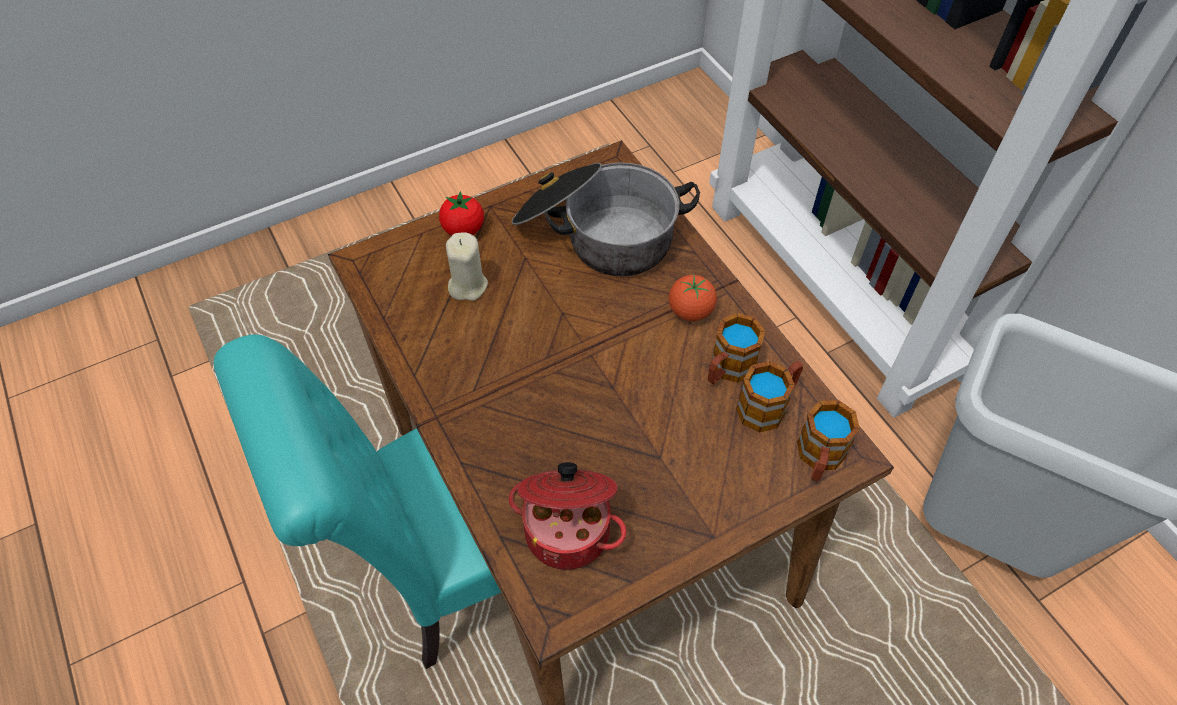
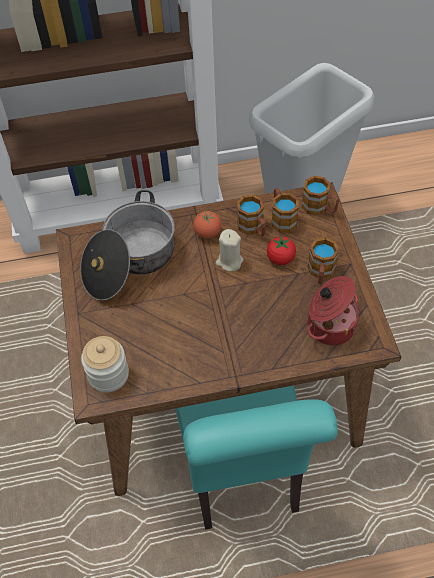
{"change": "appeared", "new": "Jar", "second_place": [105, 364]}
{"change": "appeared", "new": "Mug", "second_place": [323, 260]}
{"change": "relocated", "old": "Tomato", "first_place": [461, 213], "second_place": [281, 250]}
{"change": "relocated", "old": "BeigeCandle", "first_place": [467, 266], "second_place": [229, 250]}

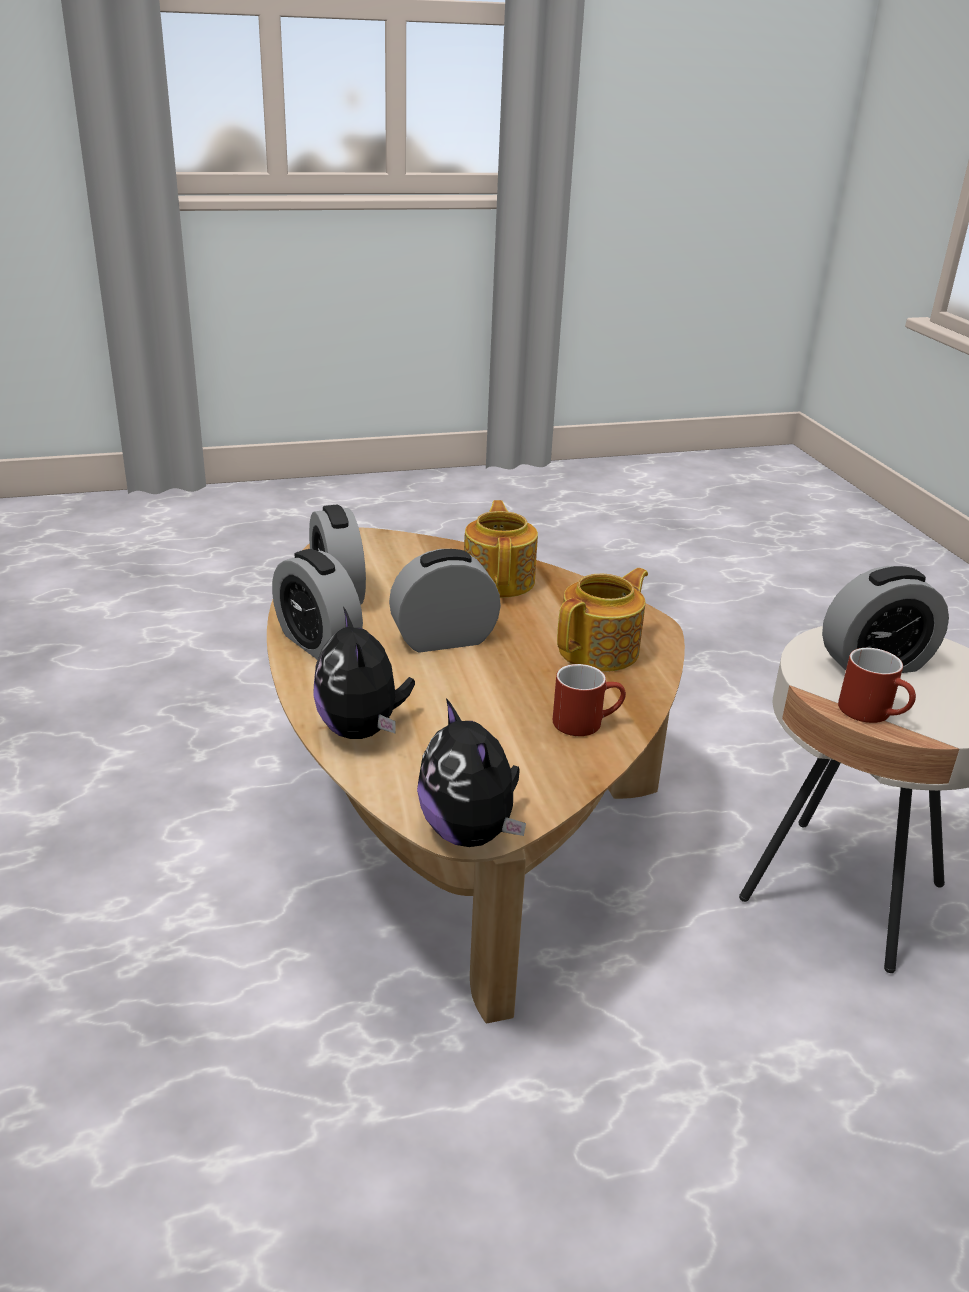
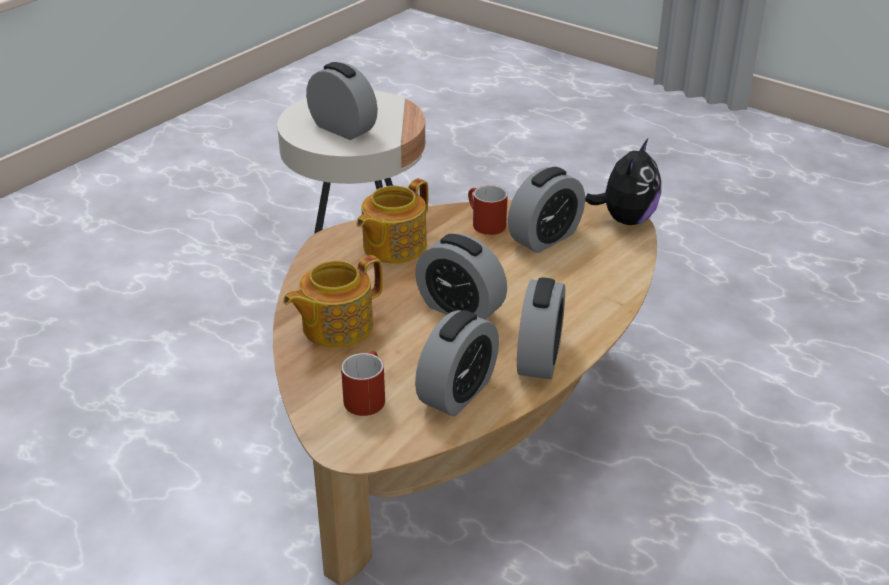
{"change": "missing", "old": "PlushToy", "first_place": [364, 673]}
{"change": "appeared", "new": "AlarmClock", "second_place": [546, 210]}
{"change": "relocated", "old": "RedMug", "first_place": [877, 685], "second_place": [363, 383]}
{"change": "spun", "old": "Teapot", "first_place": [602, 620], "second_place": [392, 221], "degrees": -60}

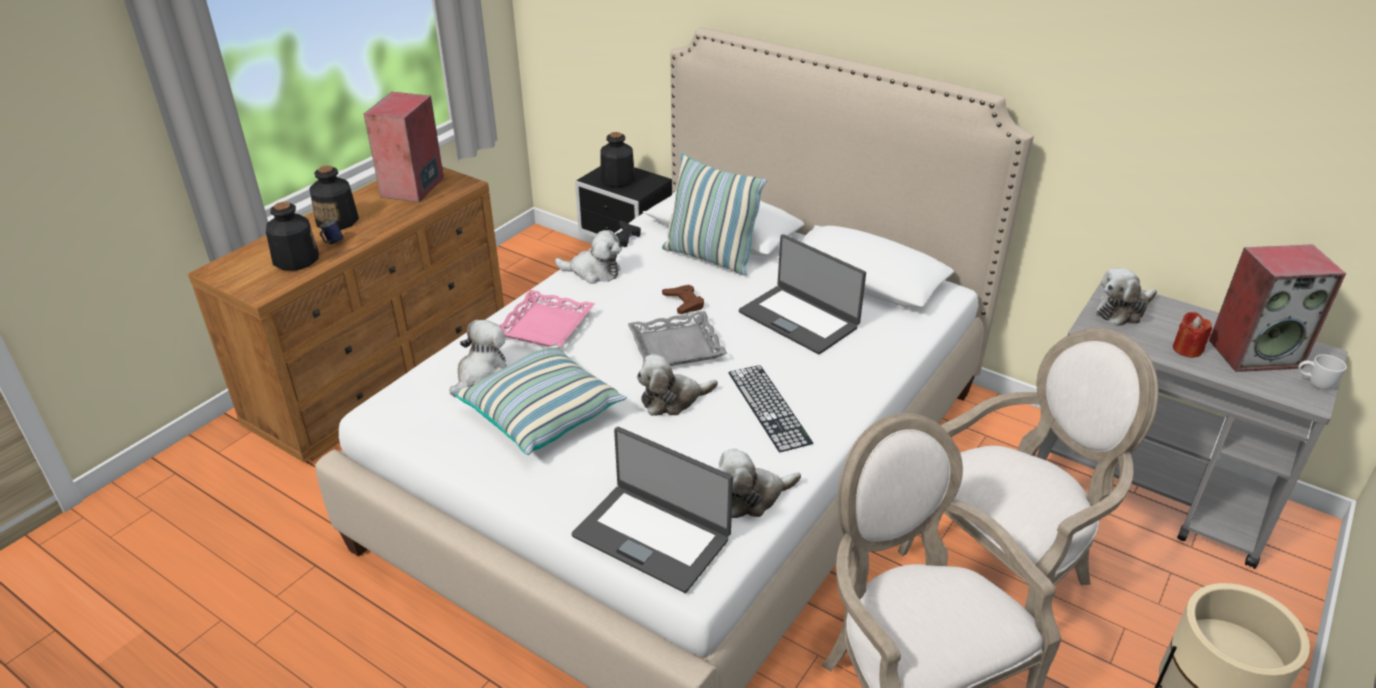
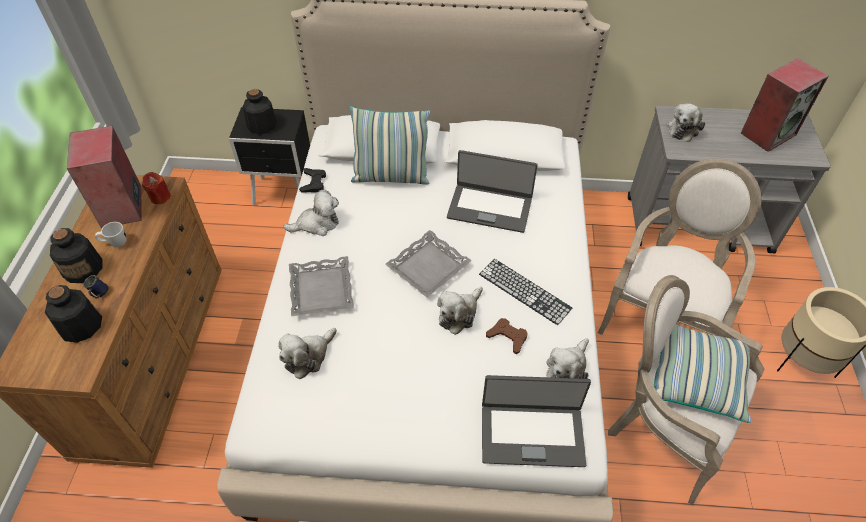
{"change": "relocated", "old": "Pillow", "first_place": [540, 399], "second_place": [703, 374]}
{"change": "relocated", "old": "BrownGameController", "first_place": [683, 299], "second_place": [507, 336]}
{"change": "relocated", "old": "RedCandle", "first_place": [1192, 335], "second_place": [156, 188]}
{"change": "relocated", "old": "WhiteMug", "first_place": [1322, 372], "second_place": [111, 234]}
{"change": "colour", "old": "PinkTray", "new": "GreyTray", "first_place": [547, 319], "second_place": [321, 286]}
{"change": "spun", "old": "PlushToy", "first_place": [478, 358], "second_place": [307, 353], "degrees": -135}

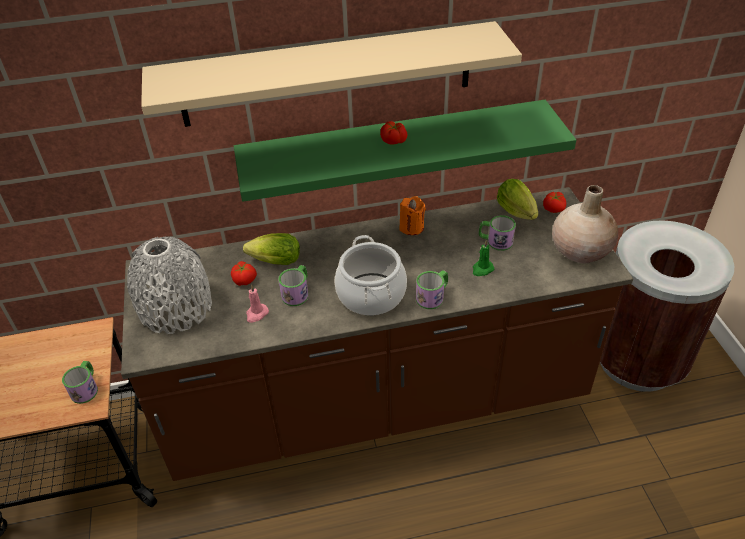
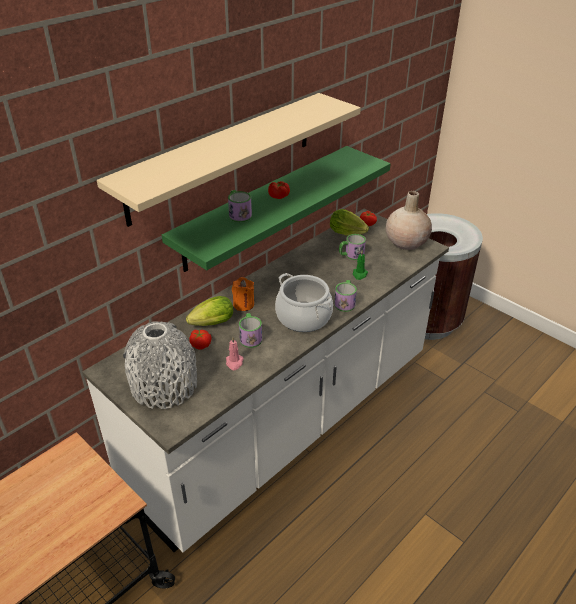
{"change": "relocated", "old": "Mug", "first_place": [80, 382], "second_place": [240, 206]}
{"change": "relocated", "old": "OrangeCandle", "first_place": [412, 215], "second_place": [243, 294]}
{"change": "colour", "old": "BrownCounter", "new": "WhiteCounter", "first_place": [377, 334], "second_place": [265, 380]}

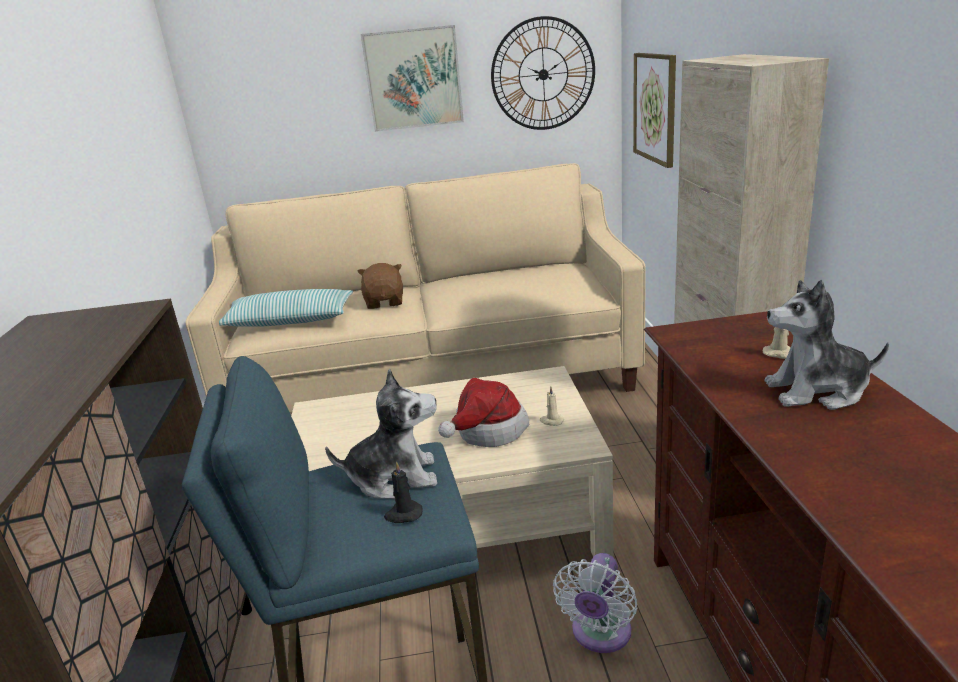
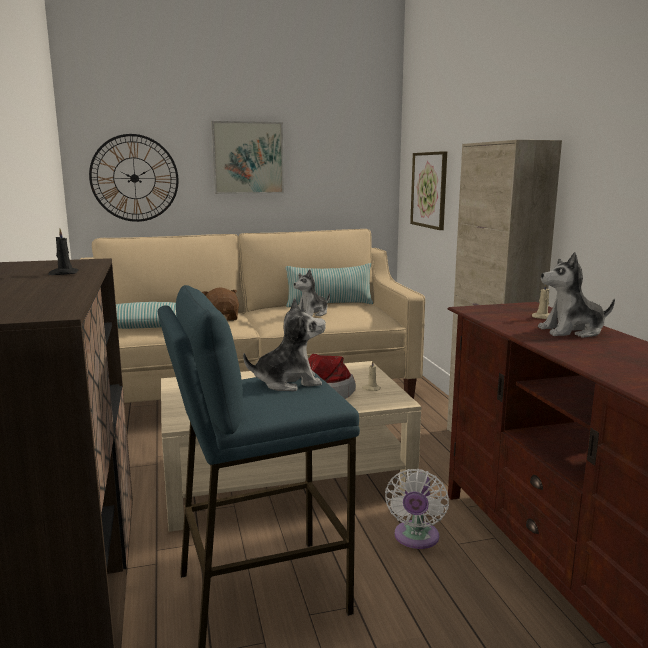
{"change": "appeared", "new": "Pillow", "second_place": [329, 285]}
{"change": "appeared", "new": "PlushToy", "second_place": [312, 292]}
{"change": "relocated", "old": "BlackCandle", "first_place": [403, 492], "second_place": [63, 252]}
{"change": "relocated", "old": "WallClock", "first_place": [543, 73], "second_place": [133, 178]}

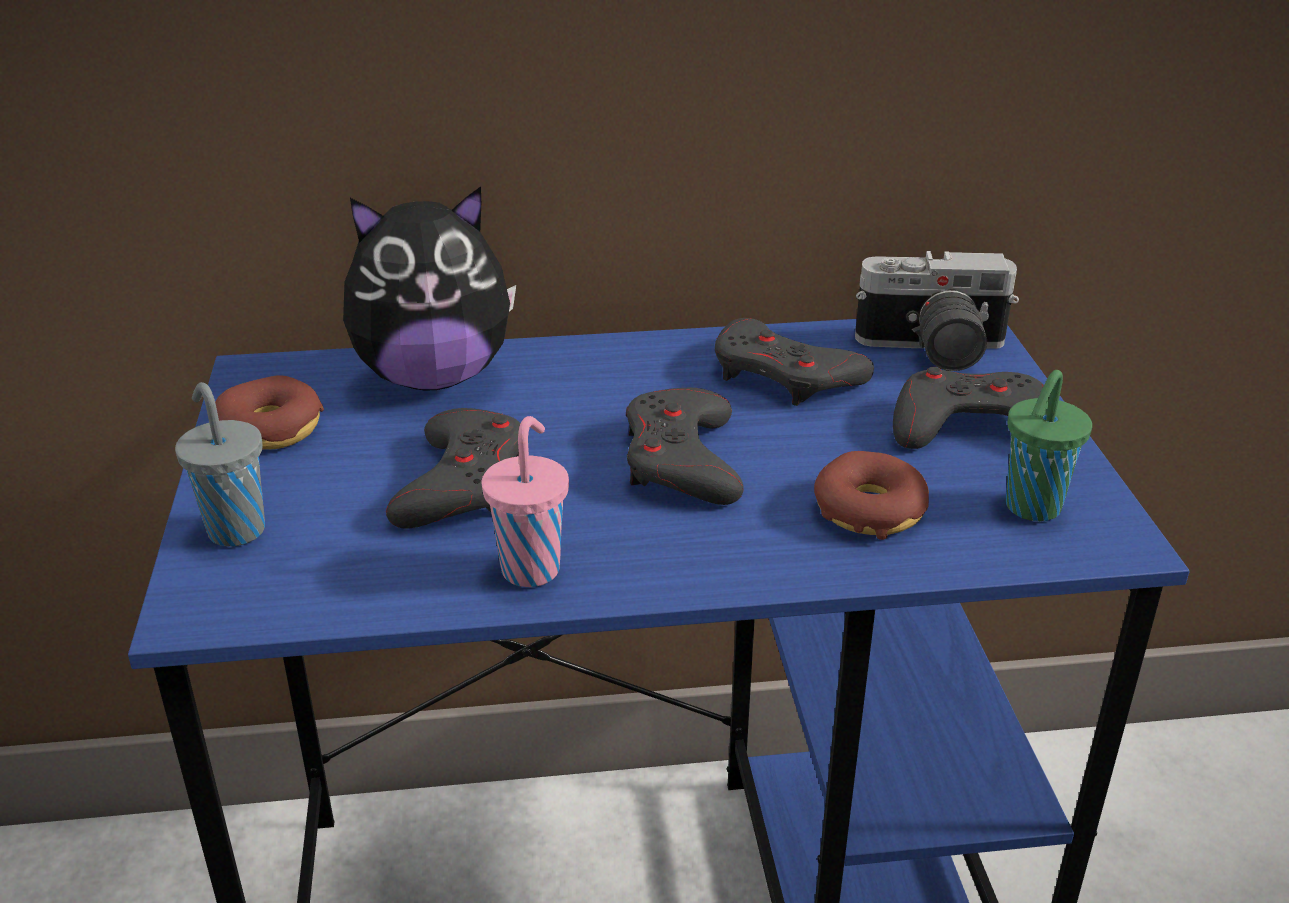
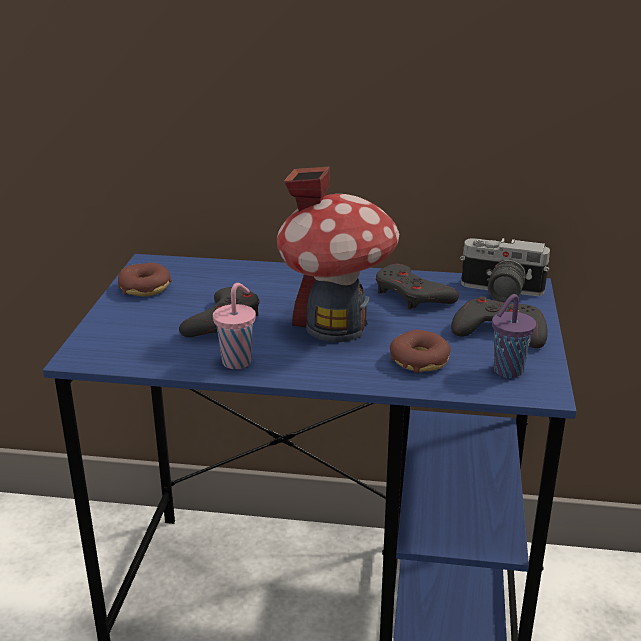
{"change": "missing", "old": "GreyCup", "first_place": [220, 464]}
{"change": "missing", "old": "PlushToy", "first_place": [429, 288]}
{"change": "exchanged", "old": "GreyGameController", "new": "ToyHouse", "first_place": [685, 446], "second_place": [338, 254]}
{"change": "colour", "old": "GreenCup", "new": "PurpleCup", "first_place": [1049, 445], "second_place": [514, 336]}

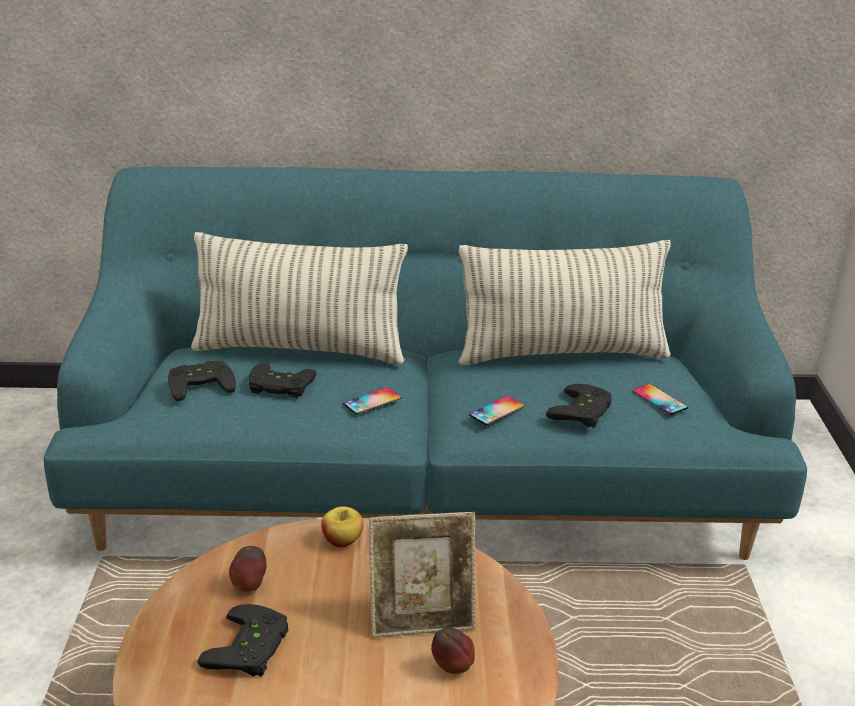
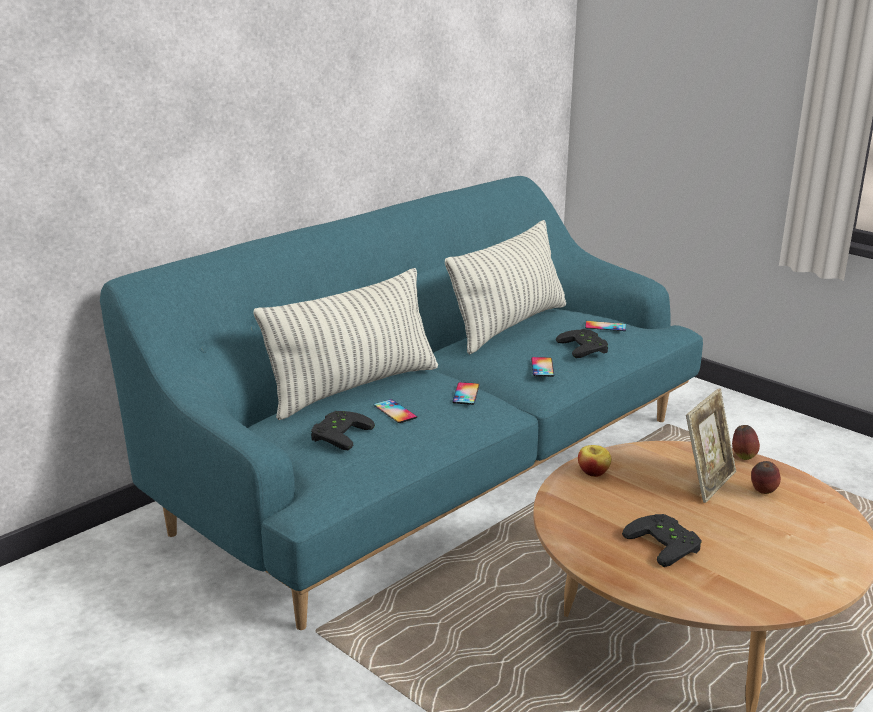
{"change": "relocated", "old": "Apple", "first_place": [248, 569], "second_place": [746, 442]}
{"change": "exchanged", "old": "BlackGameController", "new": "Phone", "first_place": [283, 381], "second_place": [395, 411]}

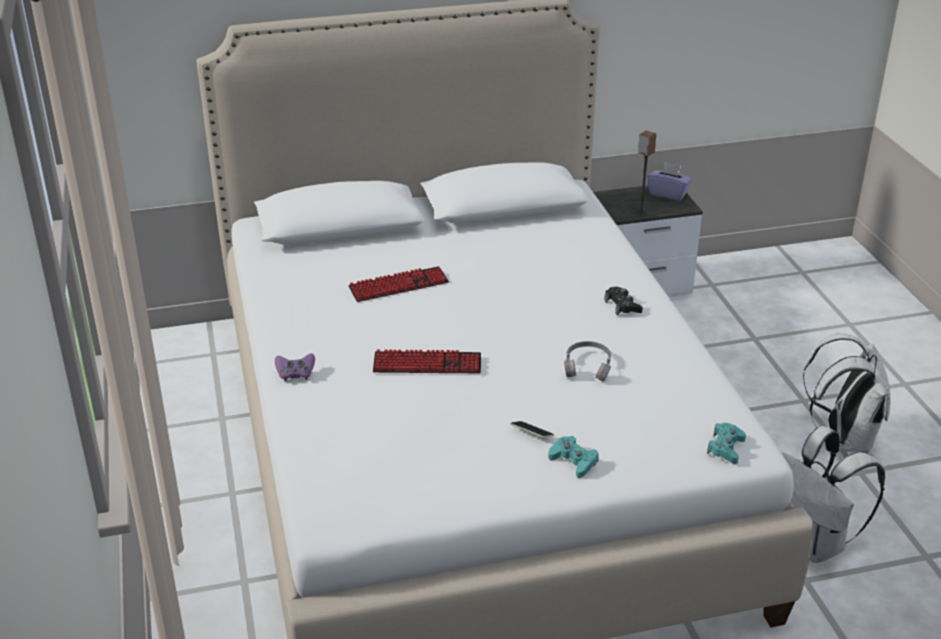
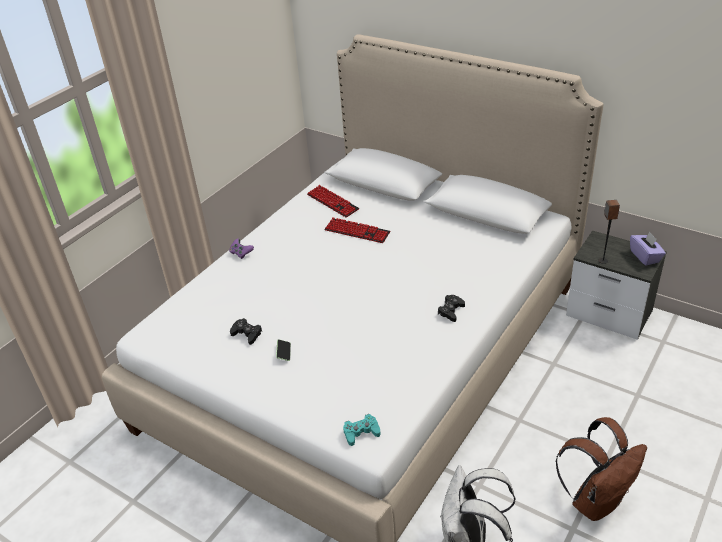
{"change": "missing", "old": "TurquoiseGameController", "first_place": [573, 457]}
{"change": "missing", "old": "GreyHeadphones", "first_place": [587, 361]}
{"change": "appeared", "new": "BlackGameController", "second_place": [246, 331]}
{"change": "relocated", "old": "Keyboard", "first_place": [427, 361], "second_place": [333, 201]}
{"change": "colour", "old": "WhiteBackpack", "new": "BrownBackpack", "first_place": [846, 393], "second_place": [601, 469]}

